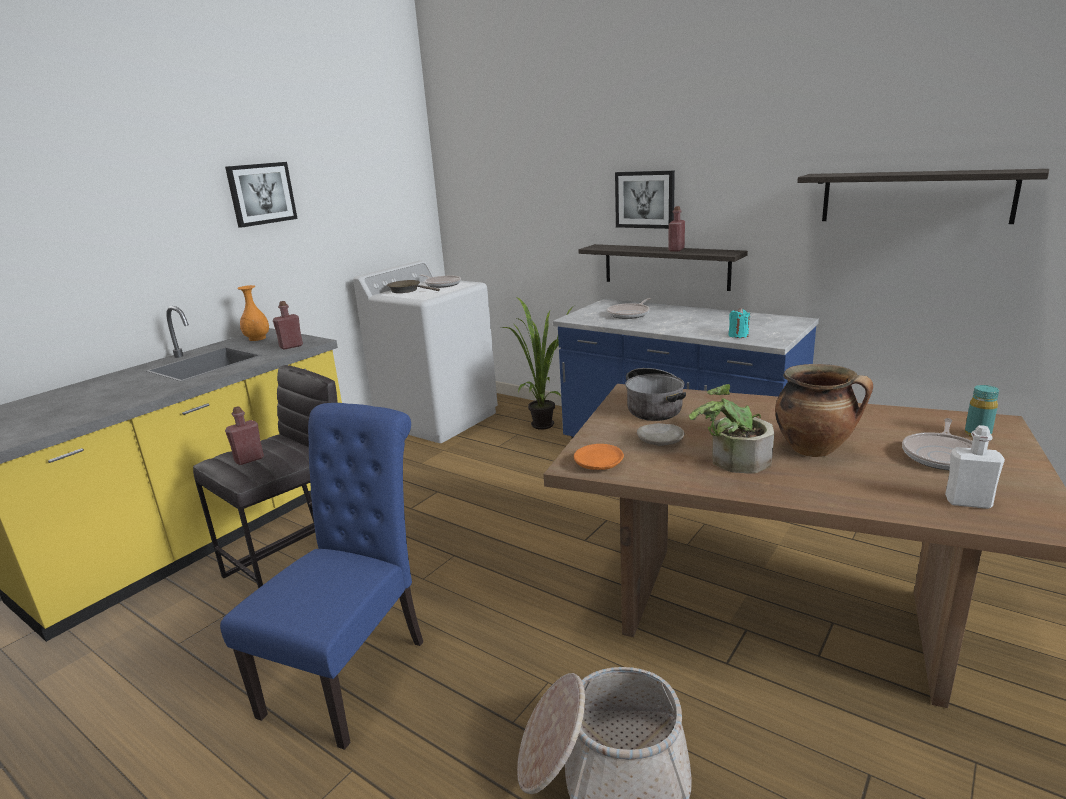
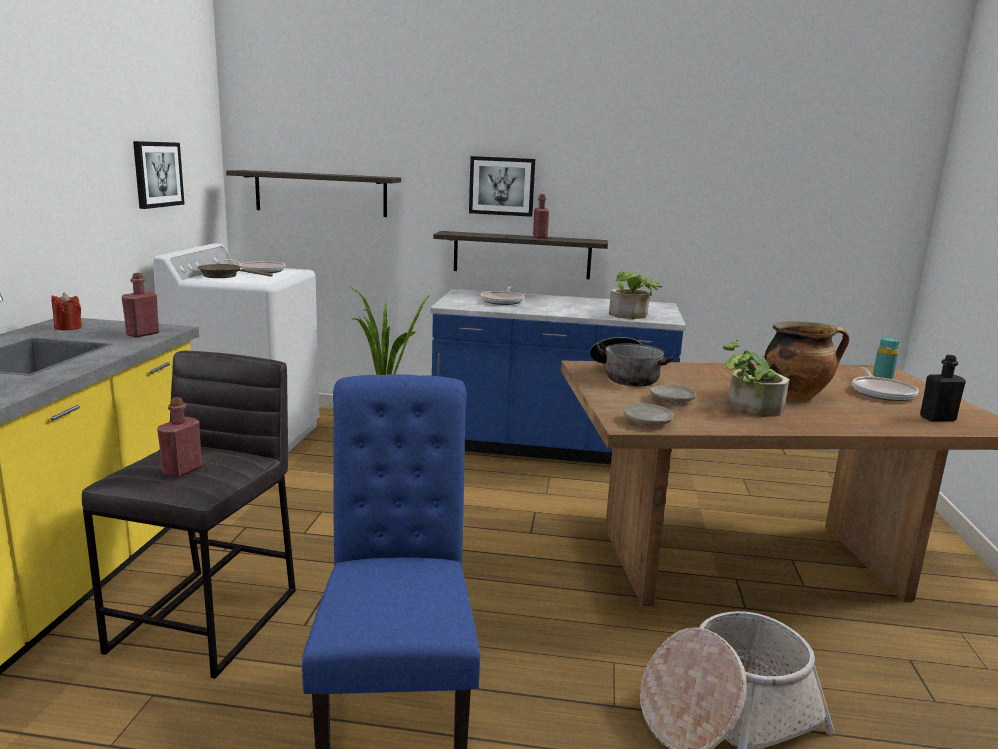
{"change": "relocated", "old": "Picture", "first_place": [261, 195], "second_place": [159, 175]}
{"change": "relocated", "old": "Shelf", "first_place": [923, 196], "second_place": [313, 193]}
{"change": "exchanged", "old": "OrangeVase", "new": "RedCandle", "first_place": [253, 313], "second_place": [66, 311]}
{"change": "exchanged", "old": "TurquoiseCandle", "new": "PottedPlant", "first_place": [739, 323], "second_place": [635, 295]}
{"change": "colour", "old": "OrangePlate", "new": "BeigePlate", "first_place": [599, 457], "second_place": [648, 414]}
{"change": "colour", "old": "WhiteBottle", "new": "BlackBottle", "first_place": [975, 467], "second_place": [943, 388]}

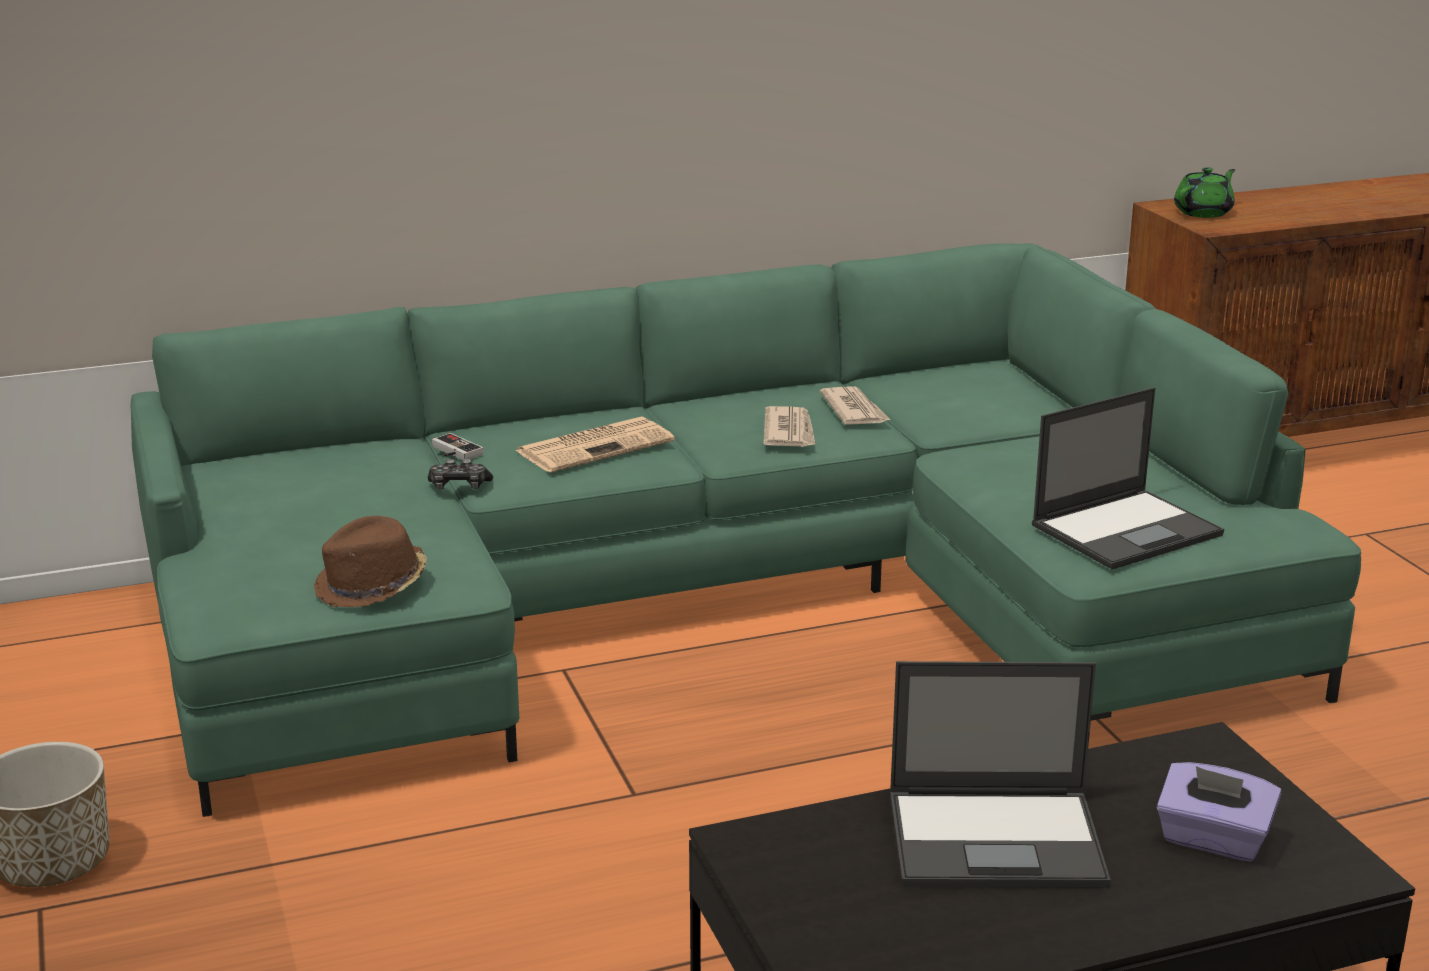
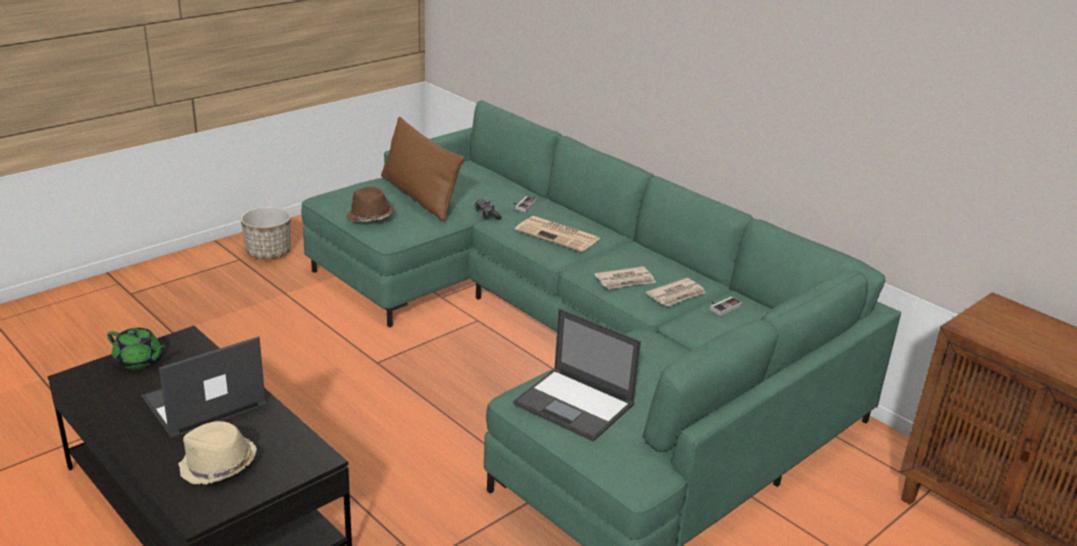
{"change": "appeared", "new": "BrownPillow", "second_place": [423, 169]}
{"change": "appeared", "new": "GameController", "second_place": [726, 306]}
{"change": "relocated", "old": "GreenTeapot", "first_place": [1204, 192], "second_place": [137, 348]}
{"change": "exchanged", "old": "PurpleTissueBox", "new": "BeigeHat", "first_place": [1219, 812], "second_place": [217, 453]}
{"change": "spun", "old": "Laptop", "first_place": [1000, 774], "second_place": [203, 387], "degrees": 75}

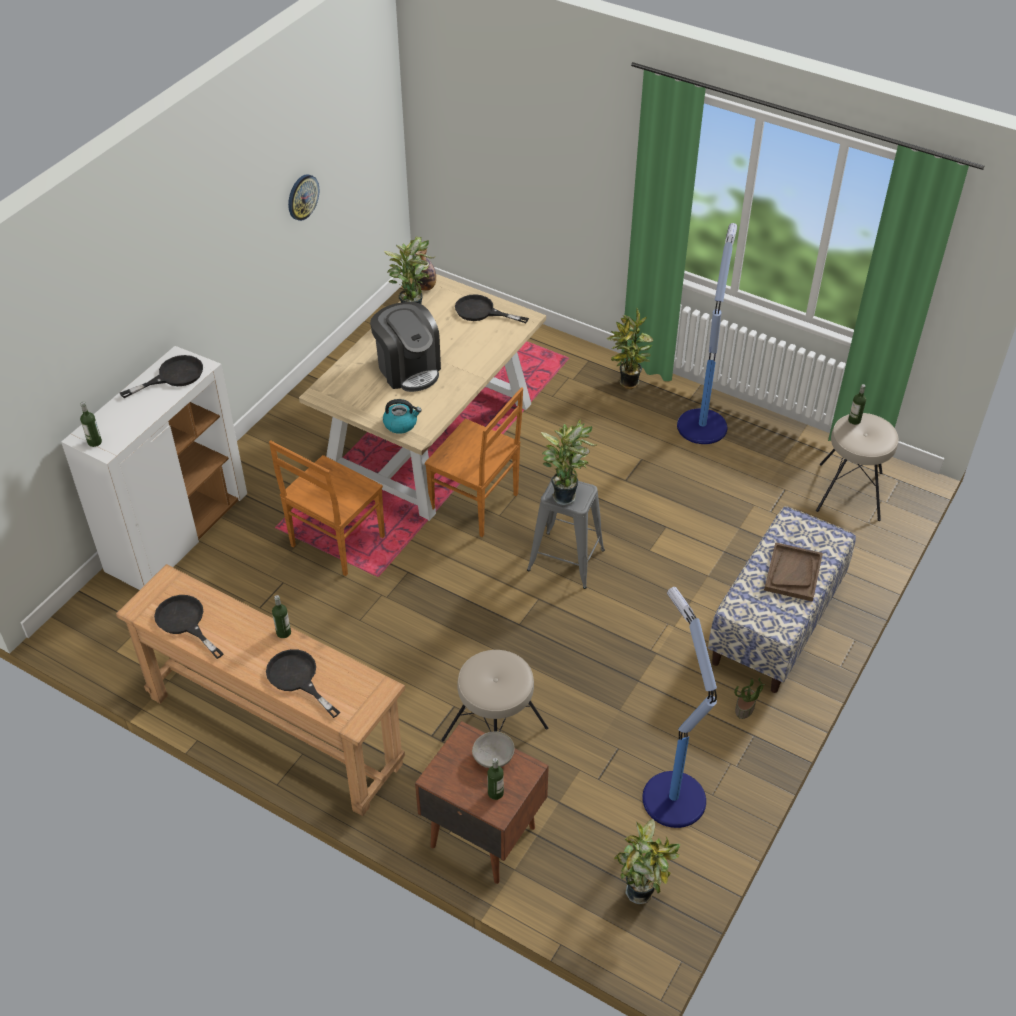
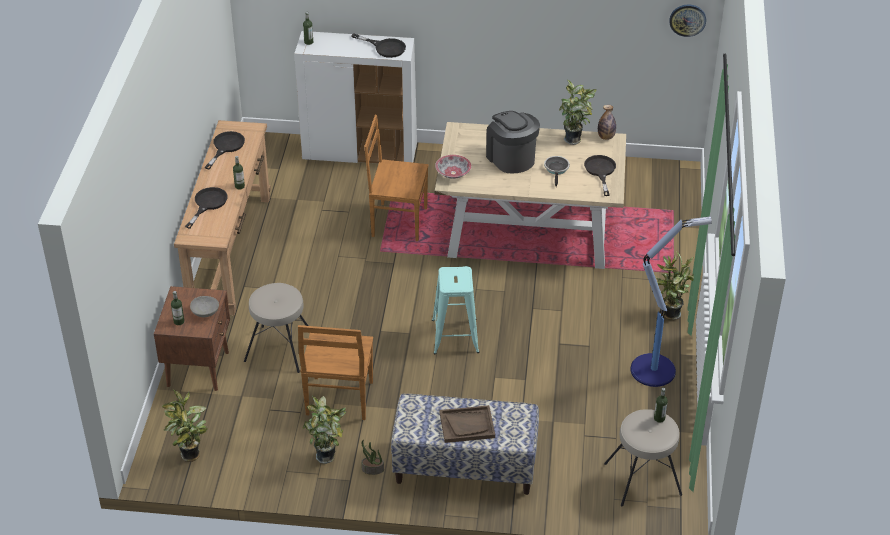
{"change": "missing", "old": "FloorLamp", "first_place": [679, 707]}
{"change": "appeared", "new": "FryingPan", "second_place": [557, 171]}
{"change": "relocated", "old": "WallClock", "first_place": [303, 197], "second_place": [688, 20]}
{"change": "relocated", "old": "BrownChair", "first_place": [474, 462], "second_place": [335, 372]}
{"change": "relocated", "old": "PottedPlant", "first_place": [569, 462], "second_place": [324, 430]}
{"change": "exchanged", "old": "Kettle", "new": "Bowl", "first_place": [402, 416], "second_place": [453, 167]}
{"change": "colour", "old": "GreyStool", "new": "TurquoiseStool", "first_place": [566, 533], "second_place": [455, 310]}
{"change": "spun", "old": "CoffeeMachine", "first_place": [405, 347], "second_place": [513, 142], "degrees": 120}

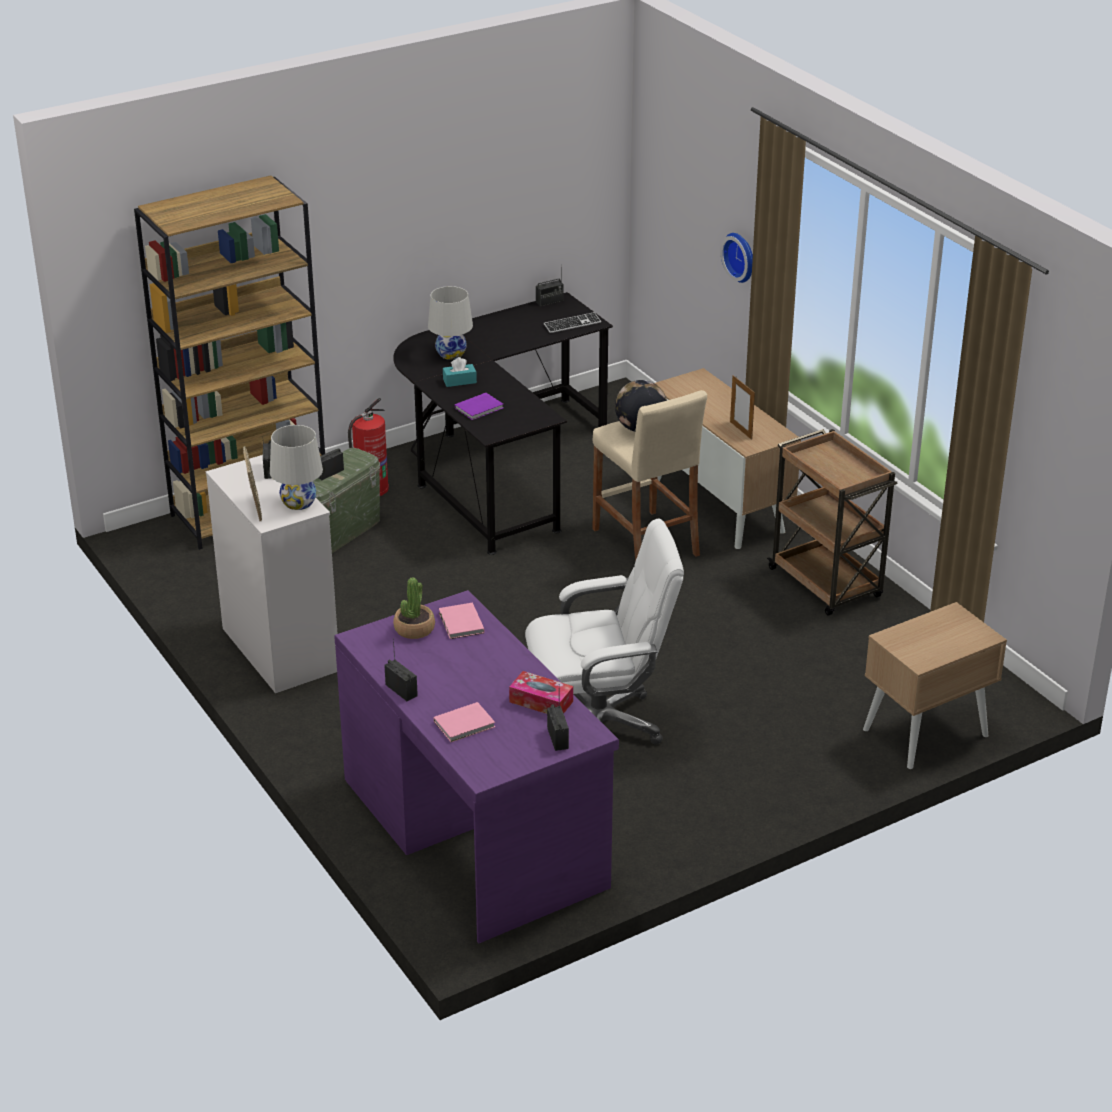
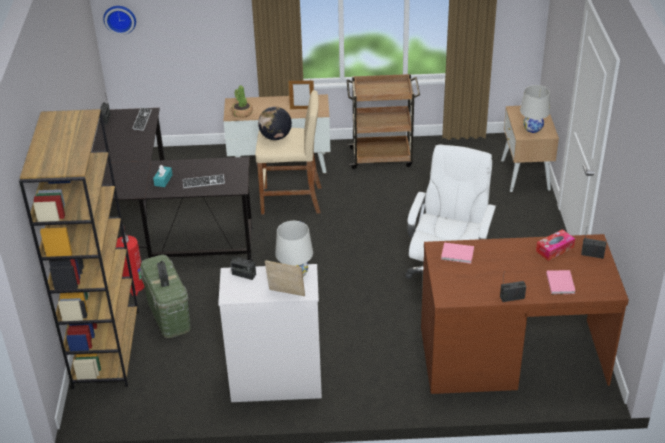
{"change": "relocated", "old": "PottedPlant", "first_place": [414, 608], "second_place": [242, 101]}
{"change": "relocated", "old": "WhiteTableLamp", "first_place": [450, 323], "second_place": [535, 109]}
{"change": "relocated", "old": "WallClock", "first_place": [737, 258], "second_place": [119, 20]}
{"change": "exchanged", "old": "PurpleBook", "new": "Keyboard", "first_place": [479, 406], "second_place": [203, 181]}
{"change": "colour", "old": "PurpleDesk", "new": "BrownDesk", "first_place": [476, 766], "second_place": [525, 314]}

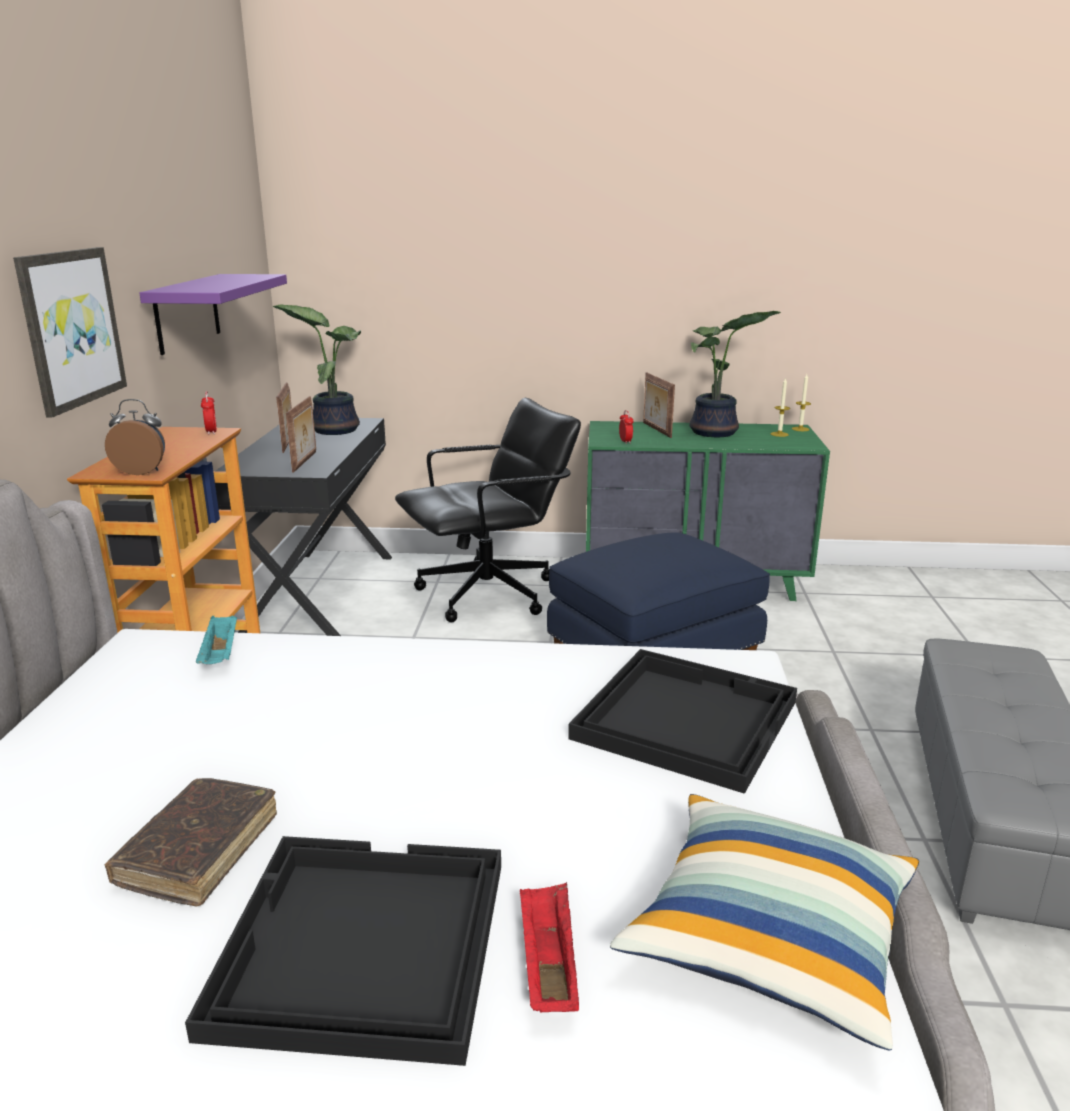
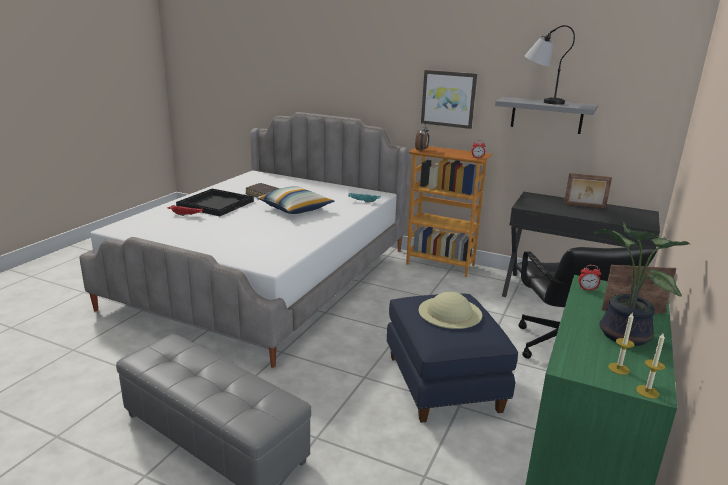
{"change": "missing", "old": "PottedPlant", "first_place": [317, 369]}
{"change": "missing", "old": "PictureFrame", "first_place": [301, 434]}
{"change": "missing", "old": "BlackTray", "first_place": [682, 721]}
{"change": "appeared", "new": "BeigeHat", "second_place": [450, 310]}
{"change": "appeared", "new": "TableLamp", "second_place": [549, 65]}
{"change": "relocated", "old": "Pillow", "first_place": [764, 922], "second_place": [295, 200]}
{"change": "colour", "old": "PurpleShelf", "new": "GreyShelf", "first_place": [213, 314], "second_place": [546, 115]}

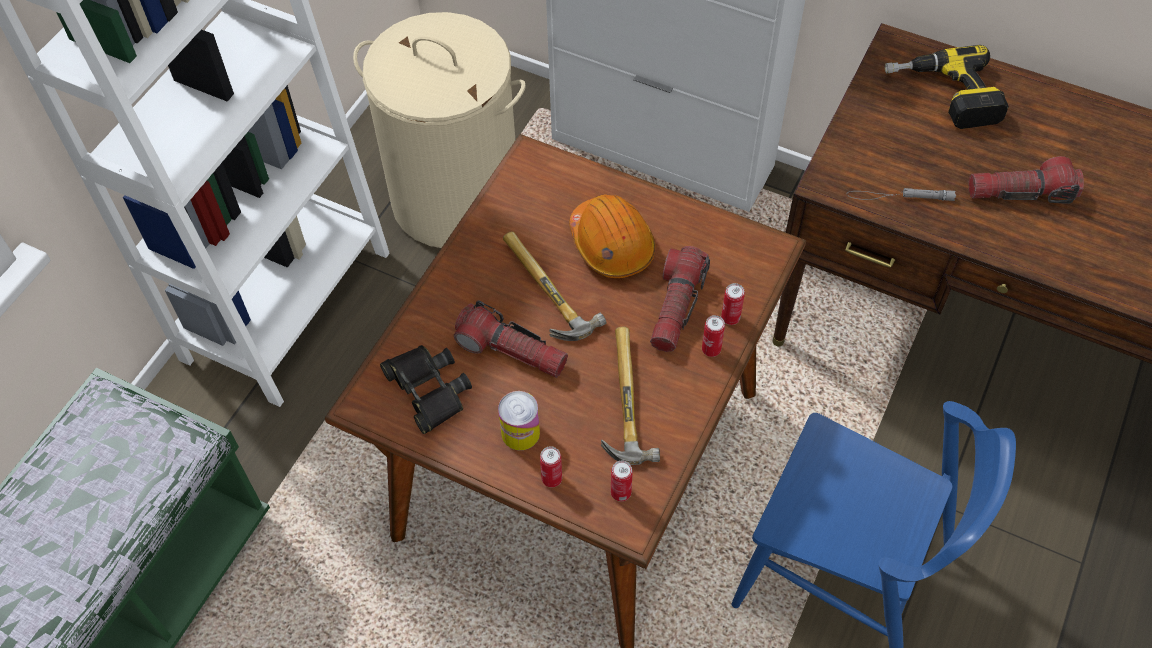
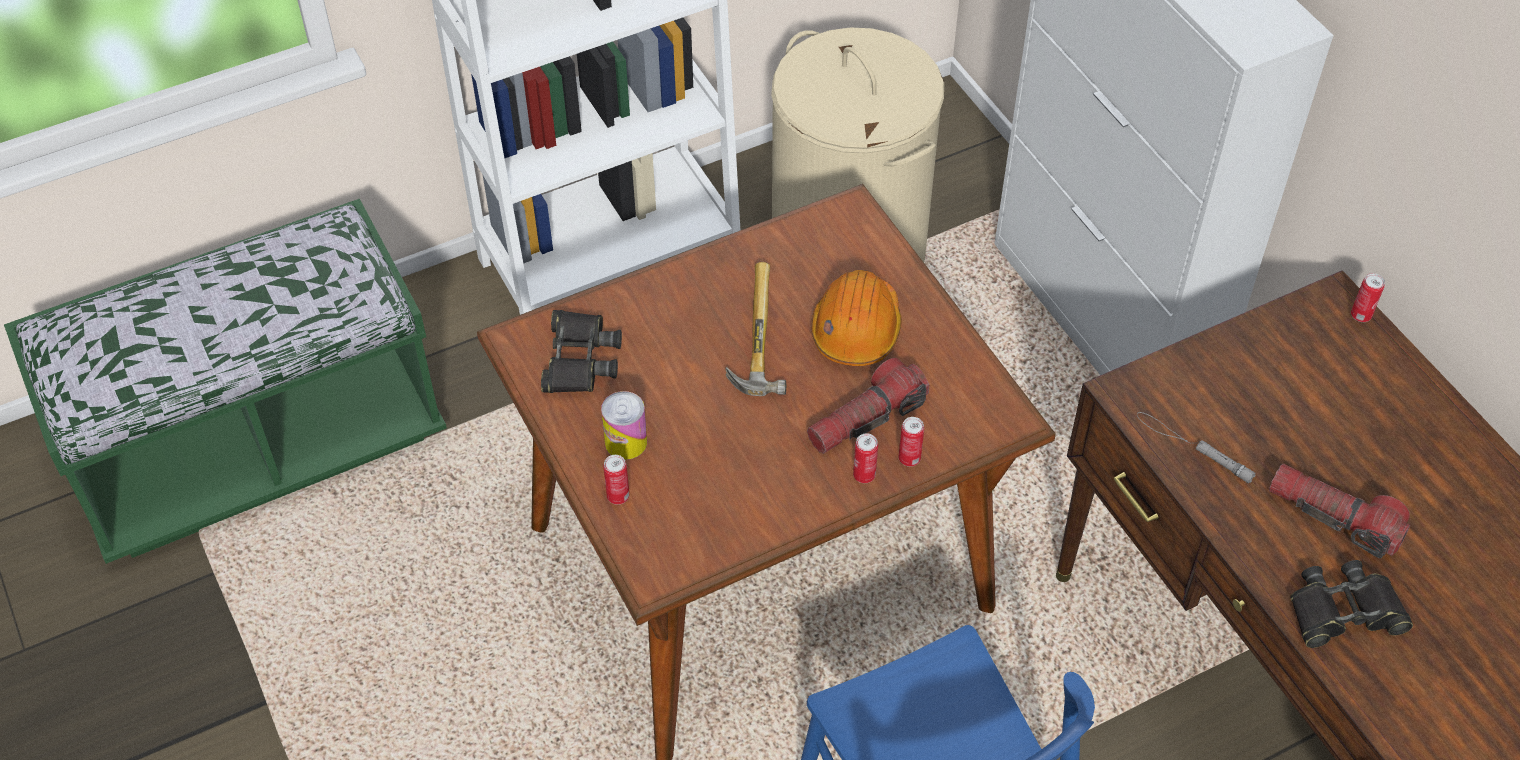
{"change": "missing", "old": "Flashlight", "first_place": [511, 339]}
{"change": "missing", "old": "Hammer", "first_place": [630, 396]}
{"change": "missing", "old": "PowerDrill", "first_place": [947, 87]}
{"change": "appeared", "new": "BlackBinoculars", "second_place": [1351, 604]}
{"change": "relocated", "old": "Can", "first_place": [622, 481], "second_place": [1368, 297]}

